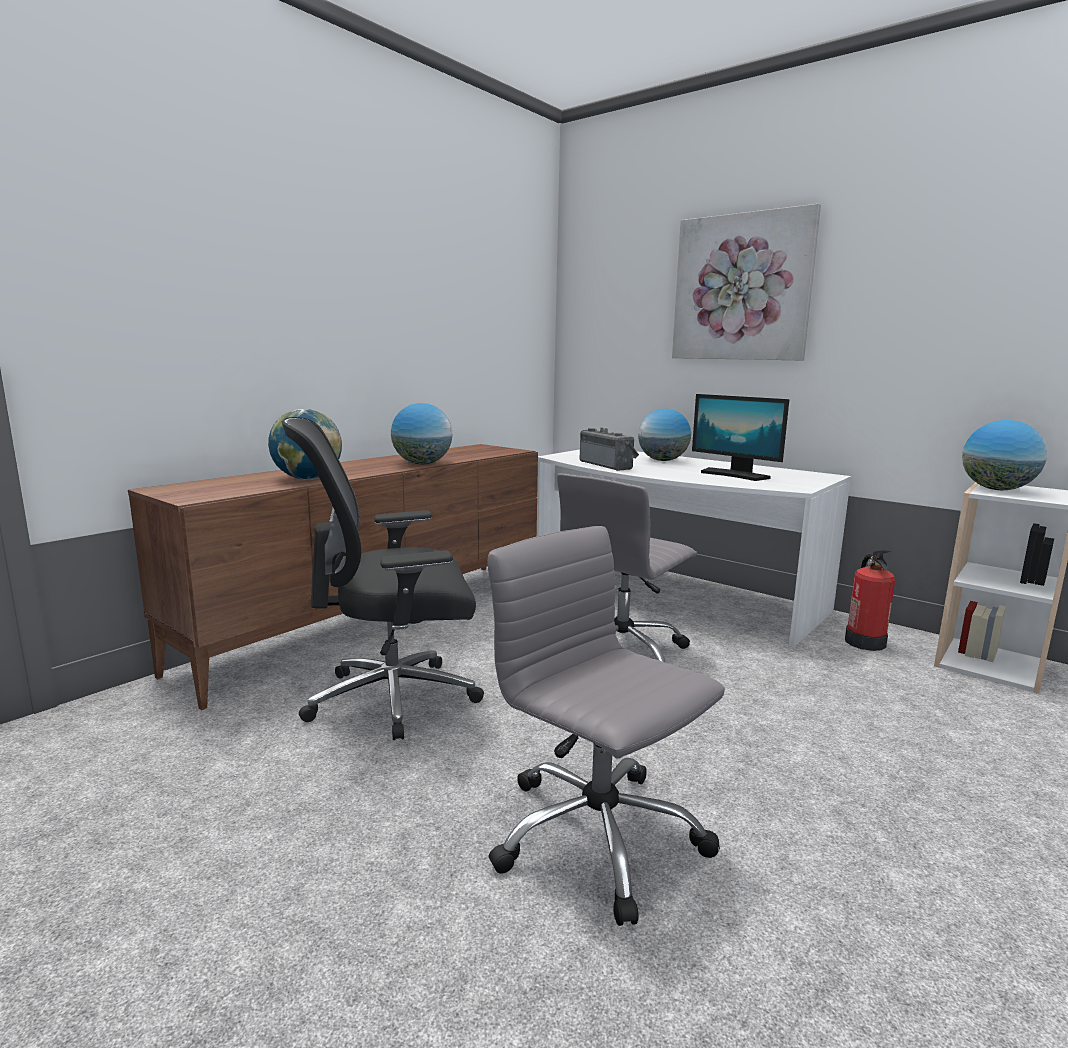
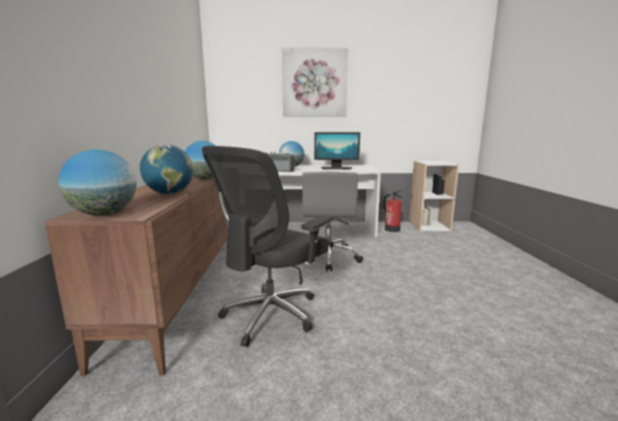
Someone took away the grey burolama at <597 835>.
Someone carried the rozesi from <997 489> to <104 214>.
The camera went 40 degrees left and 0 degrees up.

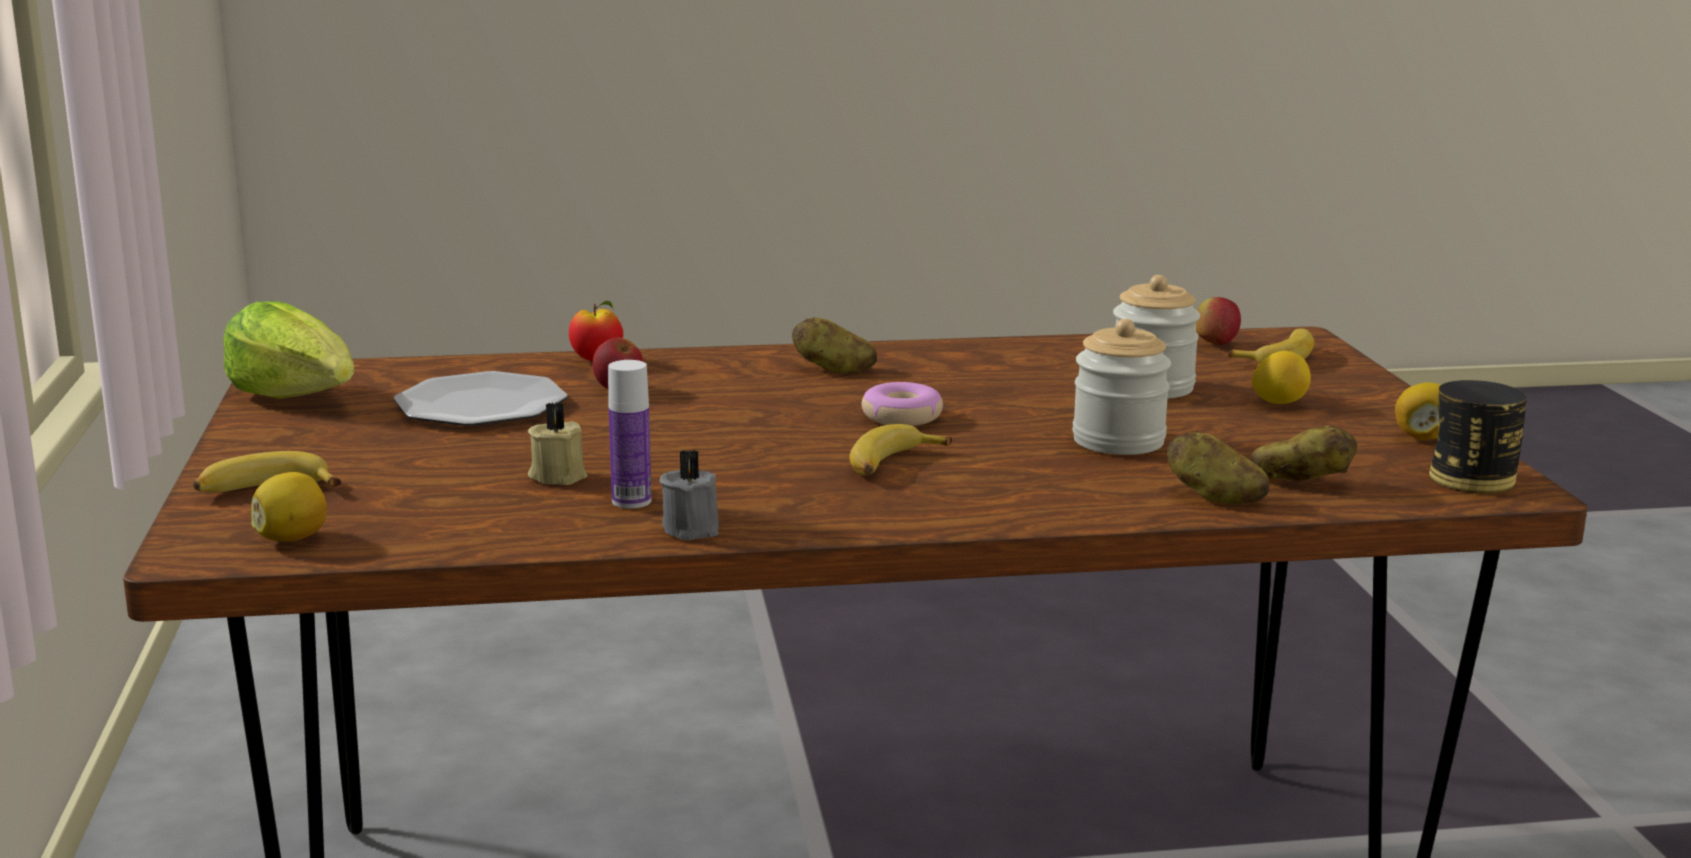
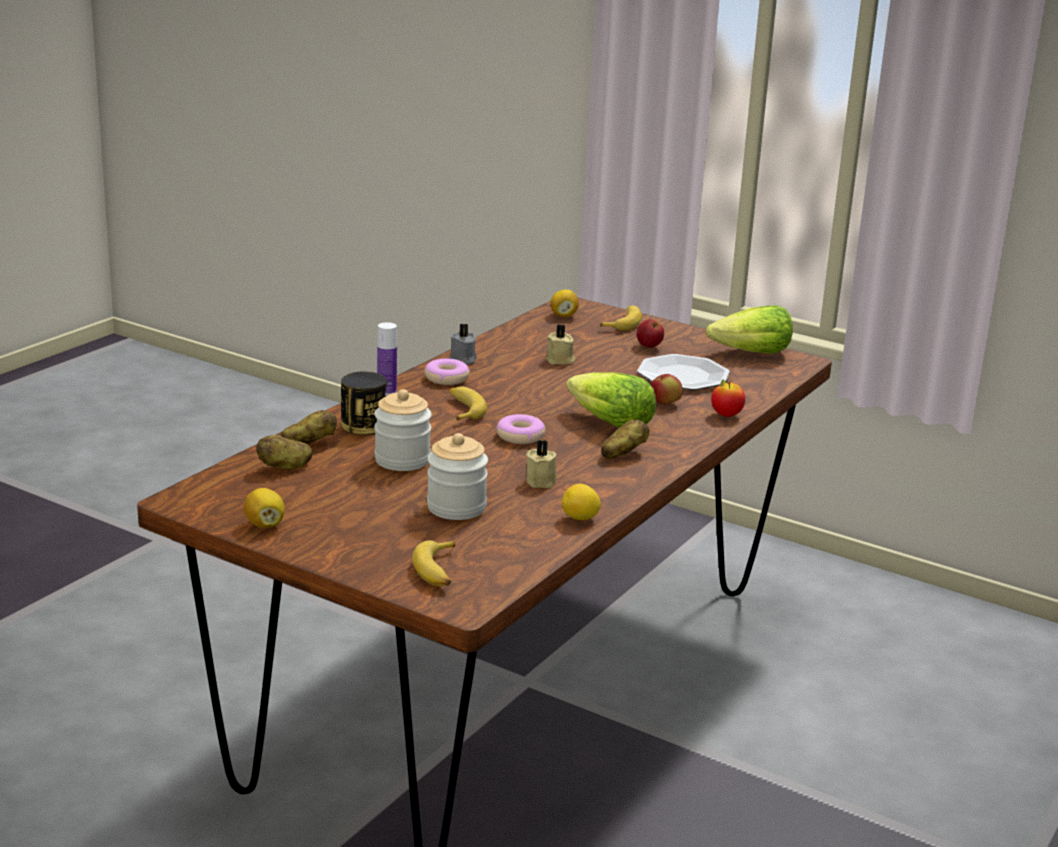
Someone carried the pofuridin from <631 501> to <386 391>.
Someone carried the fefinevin from <1215 344> to <649 346>.
Someone carried the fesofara from <1279 403> to <580 518>.
Someone carried the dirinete from <1472 479> to <363 425>.
Someone put down the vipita at <447 378>.
Someone put down the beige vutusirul at <542 481>.
Someone put down the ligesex at <609 423>.
The camera went 130 degrees right and 5 degrees up.

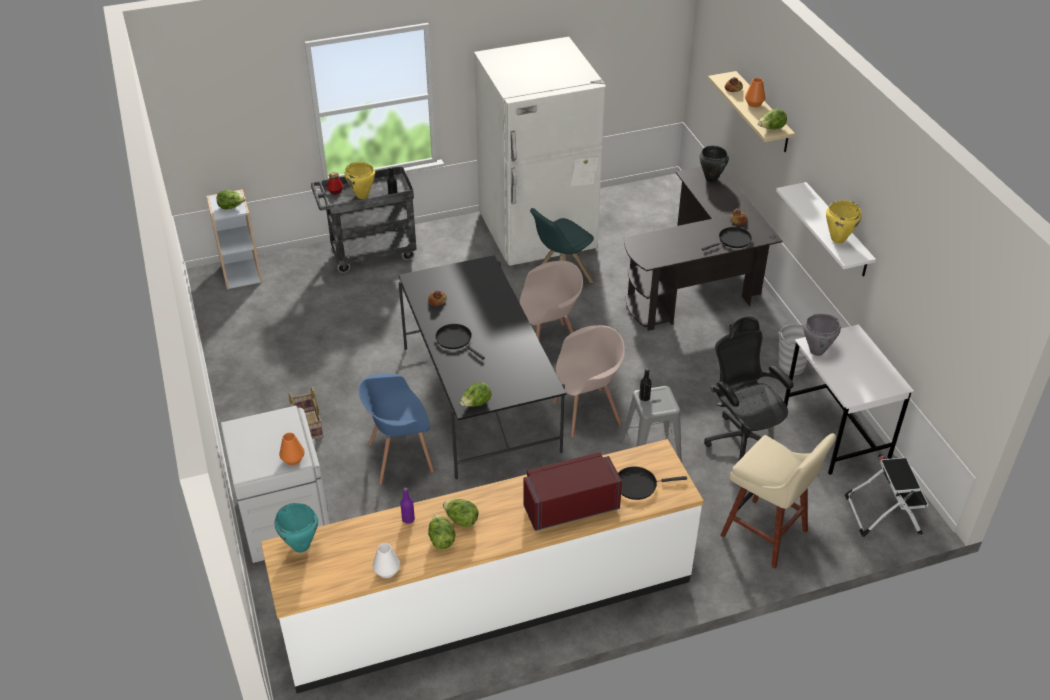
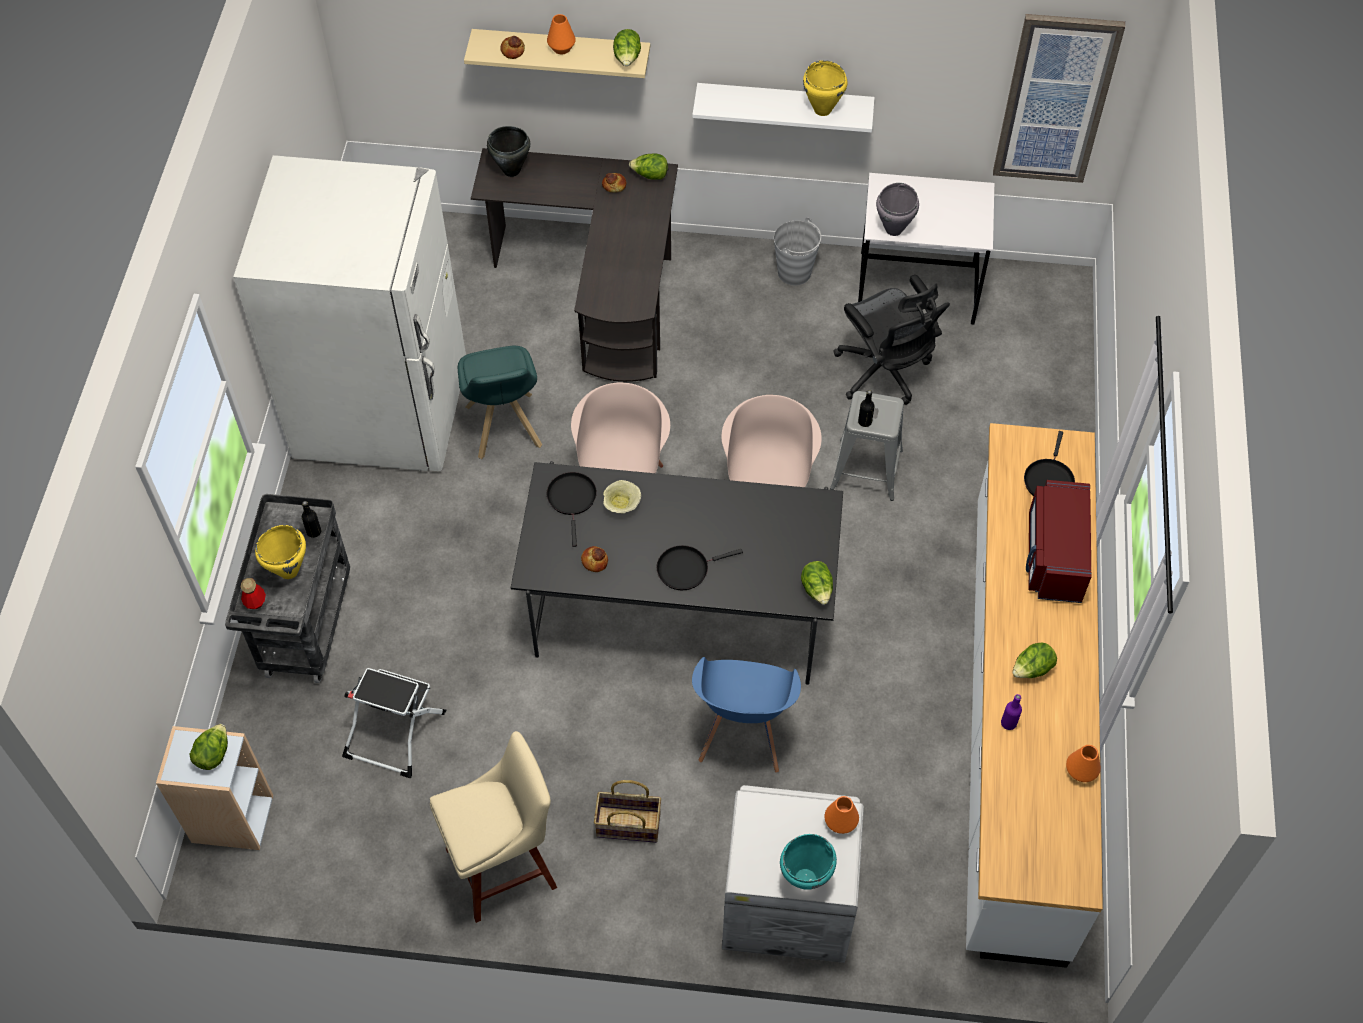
Someone carried the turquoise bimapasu from <301 546> to <806 879>.
Someone repainted the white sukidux at <387 571>, which became the orange sukidux at <1080 771>.
Someone carried the ligesex from <441 539> to <650 175>.
Someone carried the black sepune from <732 240> to <572 499>.
Someone rotated the burolama at <742 439> by 120 degrees counterclockwise.
Someone carried the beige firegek from <766 534> to <504 867>.
Someone carried the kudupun from <884 512> to <393 730>.
Someone put down the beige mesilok at <622 505>.
Someone put up the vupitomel at <1055 99>.
The camera went 65 degrees left and 15 degrees up.

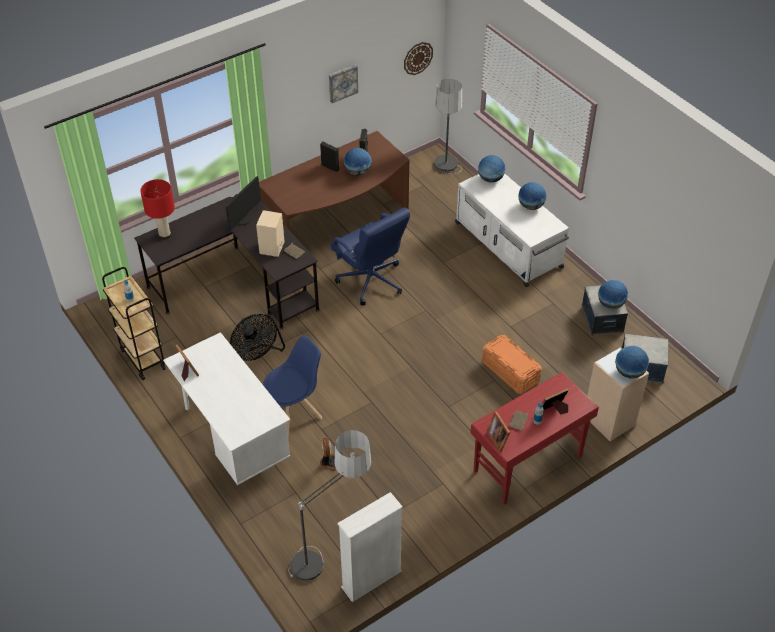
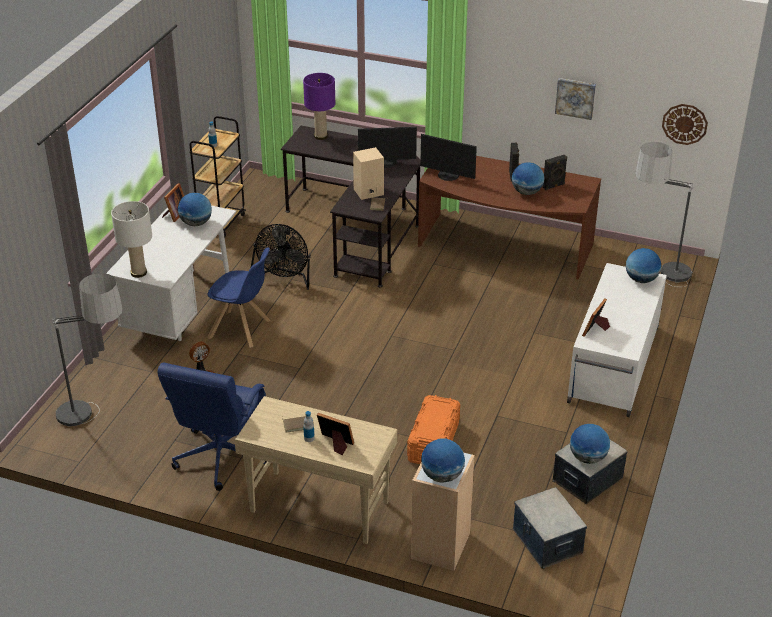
Someone repainted the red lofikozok at <164 234>, which became the purple lofikozok at <320 136>.
Someone carried the blue burolama from <370 280> to <221 455>.
Someone took away the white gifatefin at <371 579>.
Someone repainted the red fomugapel at <527 464>, which became the beige fomugapel at <318 507>.
Someone carried the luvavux from <498 438> to <596 329>.
Someone carried the rozesi from <531 206> to <196 223>.
Someone put down the white lofikozok at <138 273>.
Someone put down the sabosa at <448 176>.
The camera went 55 degrees right and 10 degrees down.

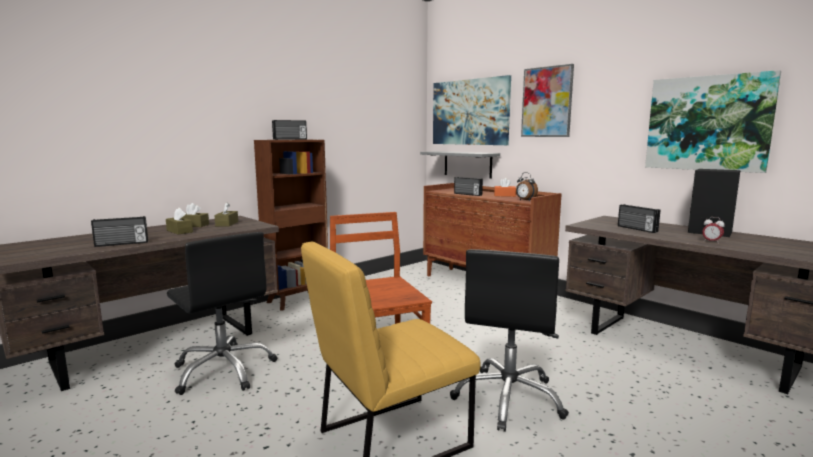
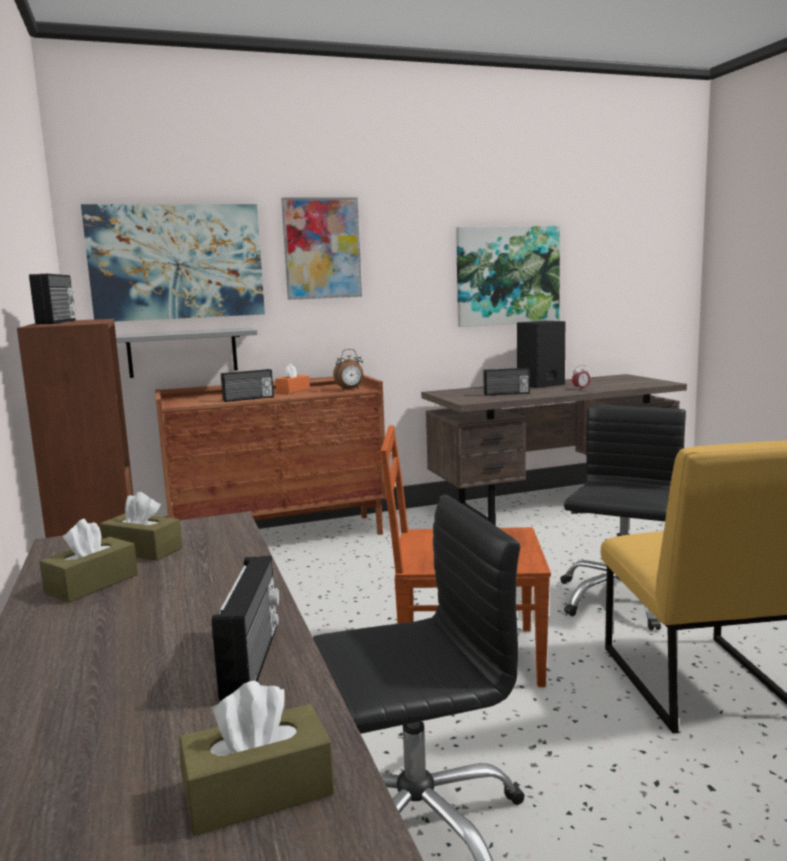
Someone carried the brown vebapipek from <179 231> to <258 792>.
Someone rotated the black burolama at <509 398> by 105 degrees counterclockwise.
The camera went 65 degrees left and 0 degrees up.

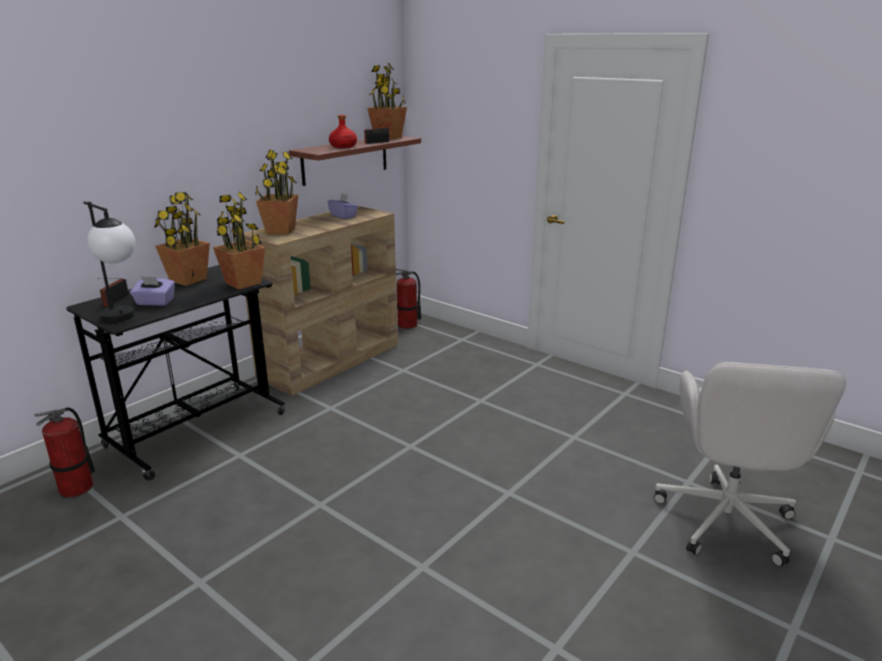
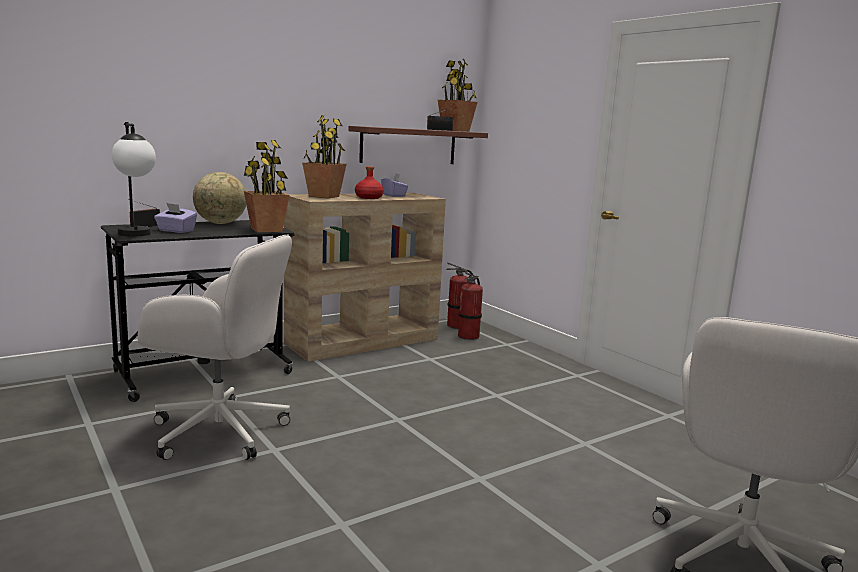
Someone carried the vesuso from <77 488> to <469 336>.
Someone swapped the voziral at <188 280> for the rozesi at <220 223>.
Someone carried the red pofuridin from <343 146> to <369 198>.
Someone put down the white burolama at <218 432>.
The camera went 15 degrees right and 10 degrees down.

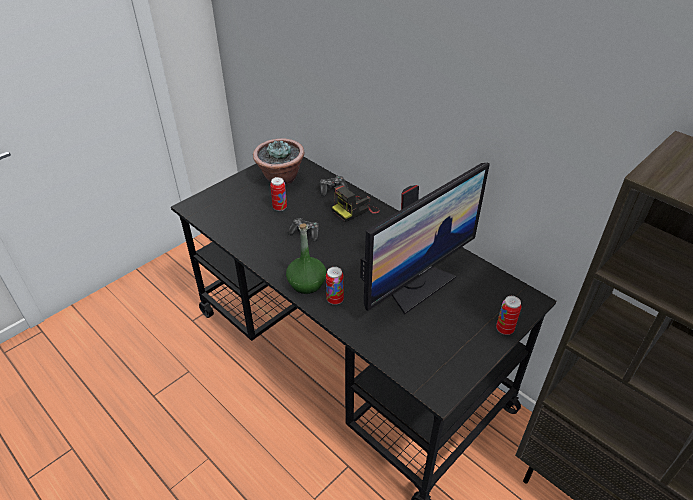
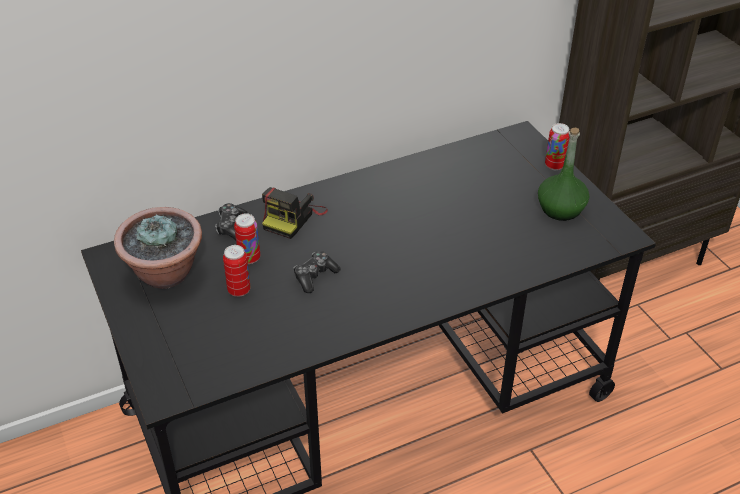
Someone carried the green pofuridin from <306 283> to <560 209>.
Someone carried the dirinete from <335 299> to <249 258>.
Someone rotated the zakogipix at <355 210> by 45 degrees clockwise.
Someone took away the sabosa at <416 285>.
The camera went 70 degrees left and 0 degrees up.

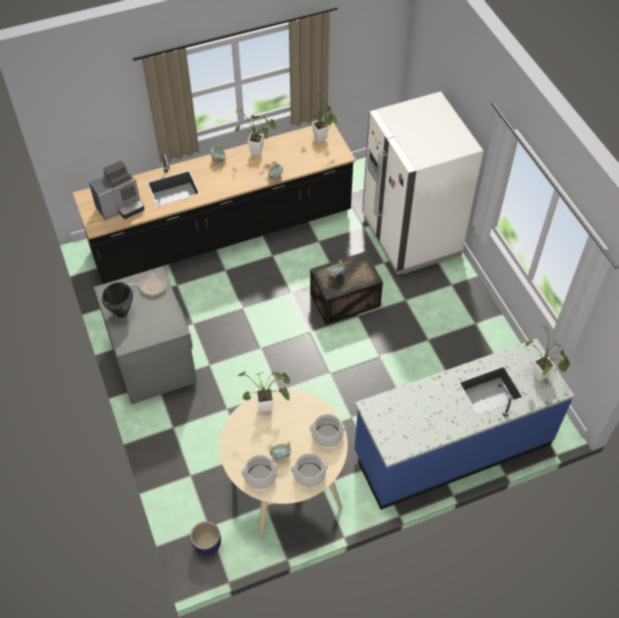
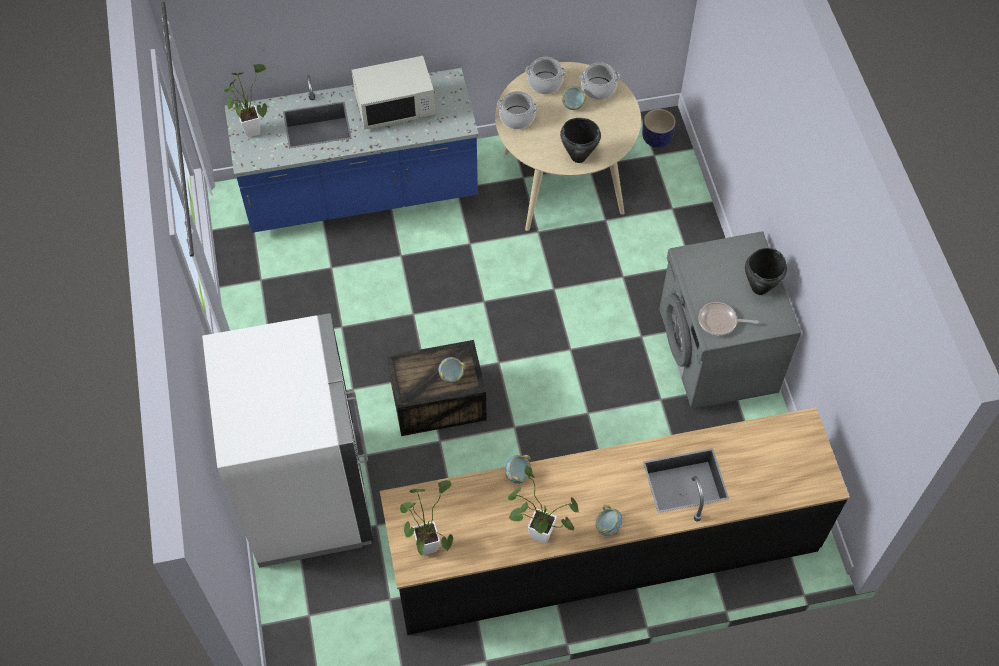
Someone took away the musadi at <121 207>.
Someone swapped the voziral at <269 406> for the black bimapasu at <578 156>.
Someone put down the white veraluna at <395 107>.
The camera went 170 degrees left and 5 degrees up.

